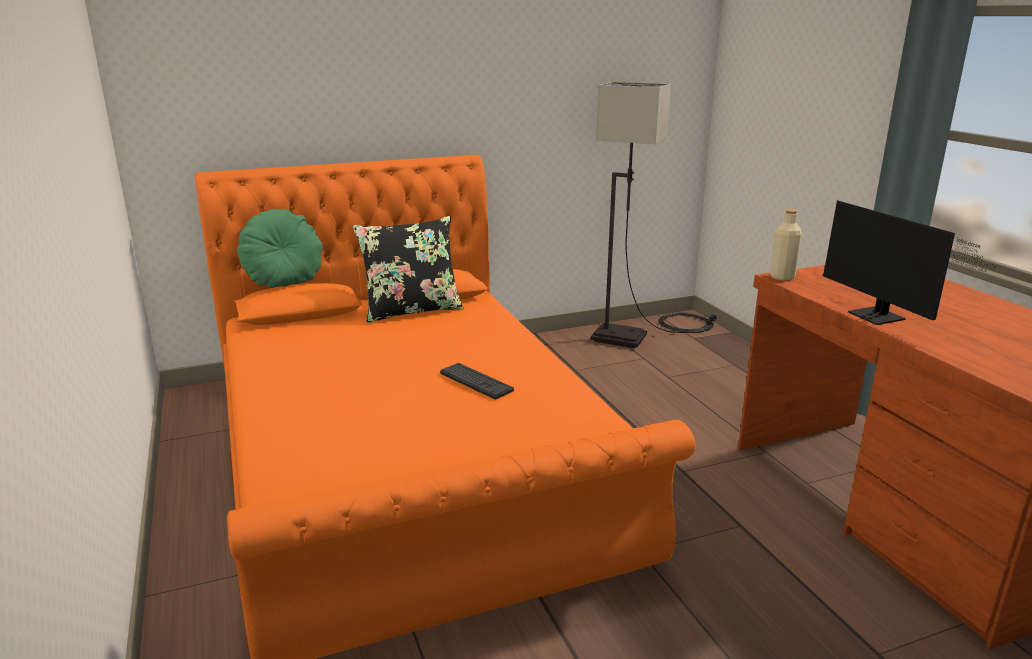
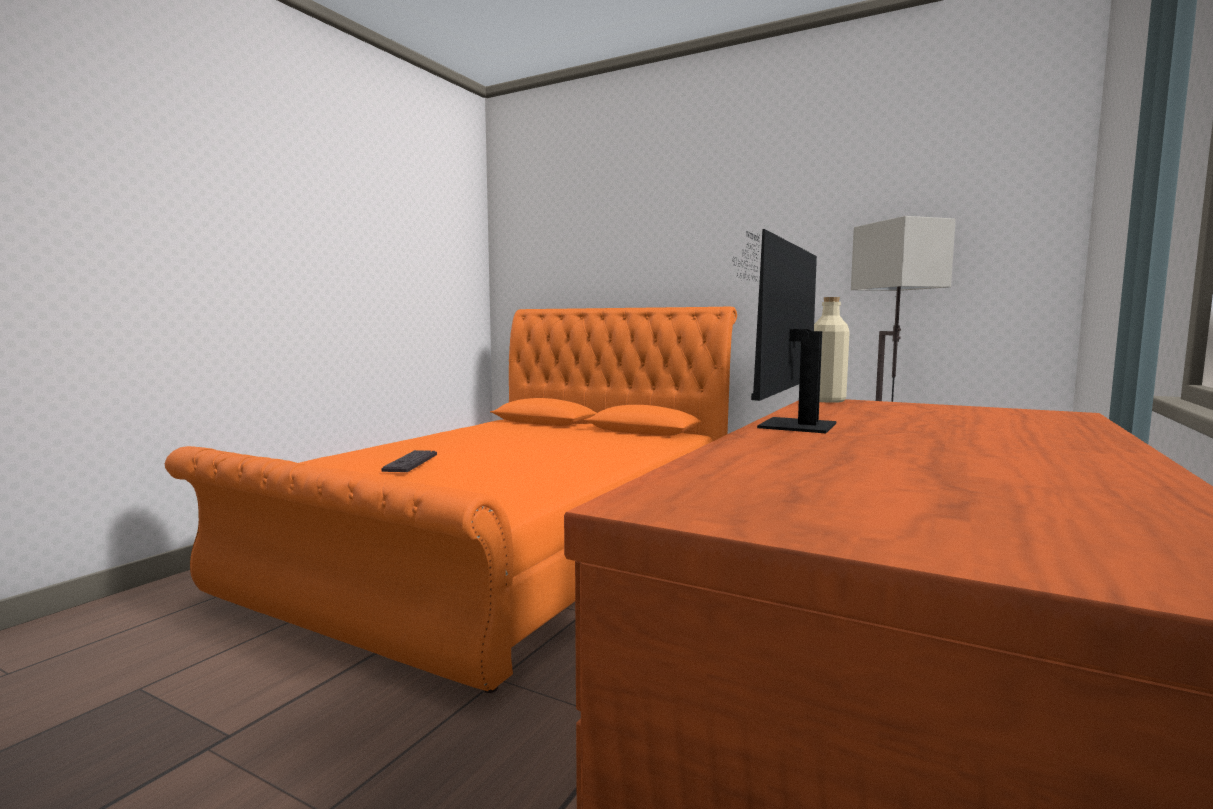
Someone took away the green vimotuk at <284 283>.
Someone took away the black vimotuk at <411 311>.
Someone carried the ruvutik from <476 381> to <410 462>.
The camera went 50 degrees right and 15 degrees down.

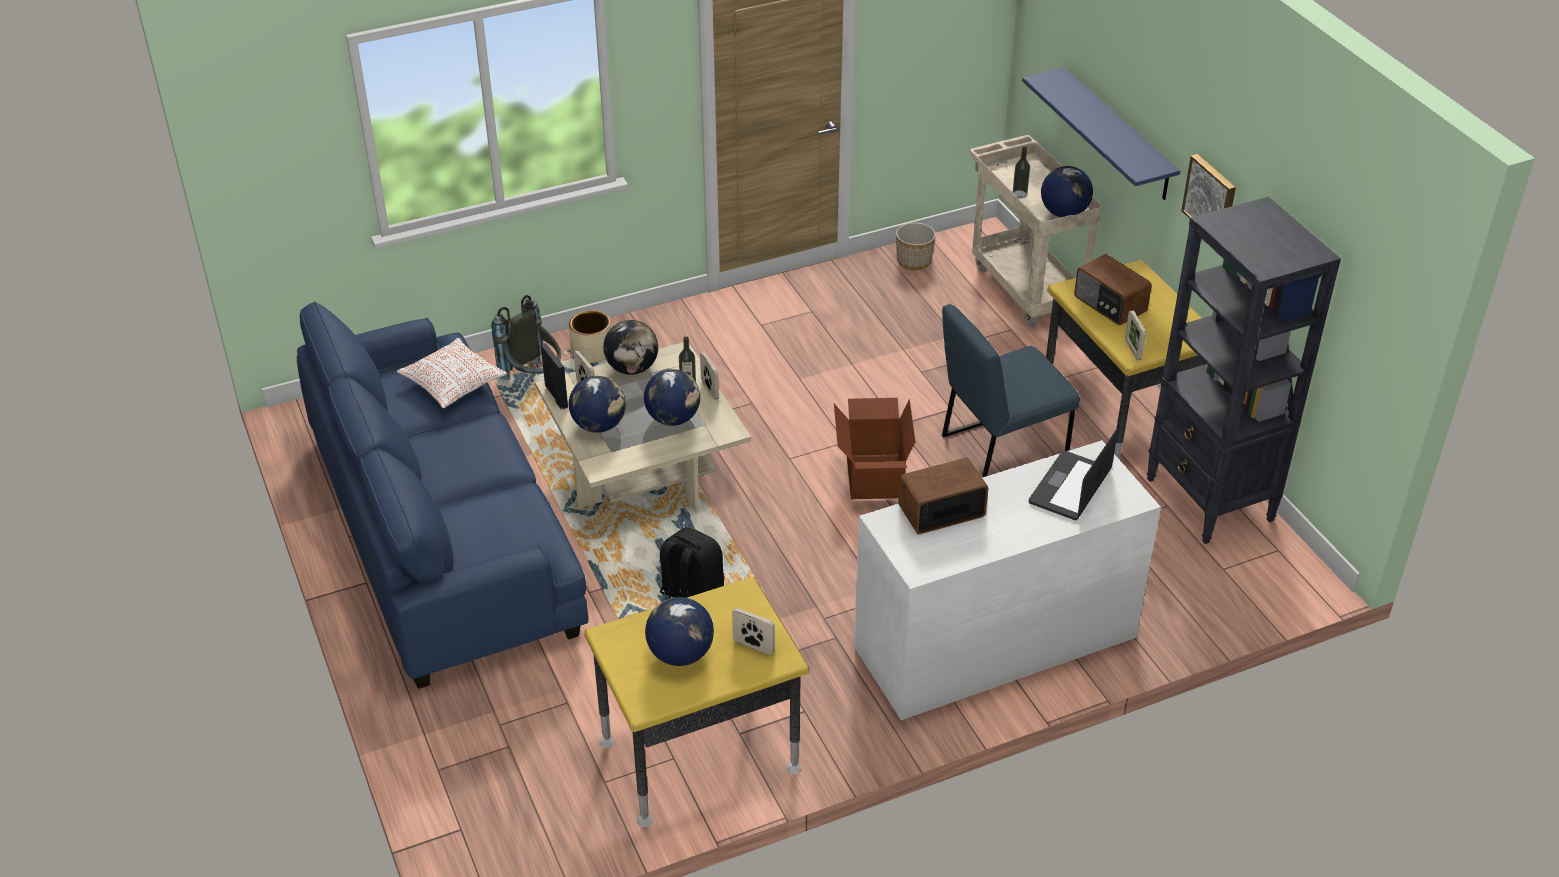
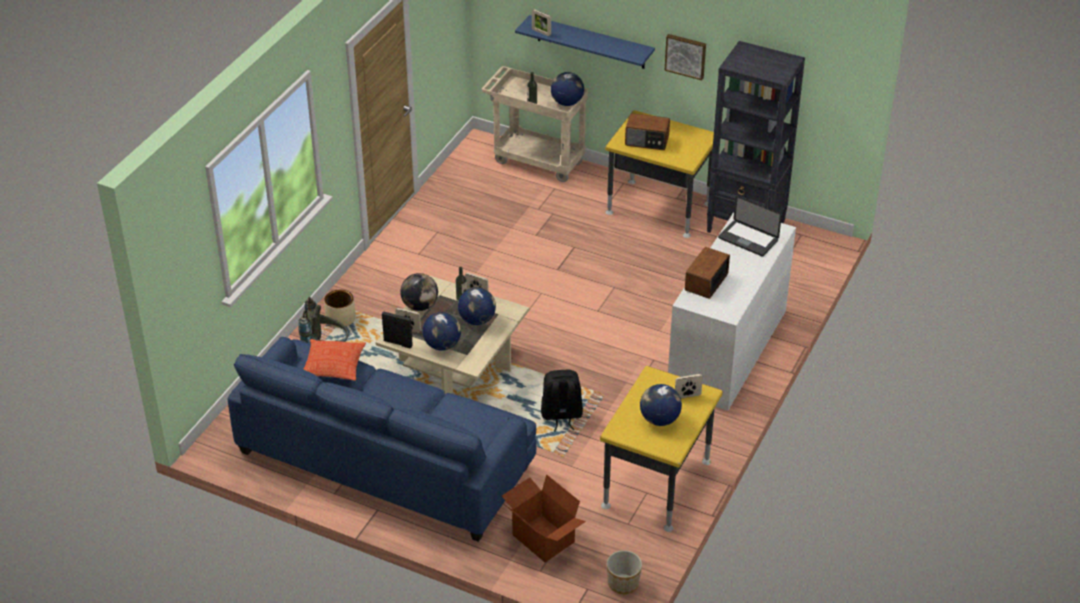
Someone repainted the white vimotuk at <453 383>, which became the orange vimotuk at <333 367>.
Someone carried the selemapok from <873 477> to <542 539>.
Someone carried the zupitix from <914 261> to <623 583>.
Someone took away the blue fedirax at <1000 446>.
Someone rotated the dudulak at <1070 487> by 45 degrees counterclockwise.
Someone carried the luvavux from <1132 350> to <541 32>.
The camera went 40 degrees left and 0 degrees up.

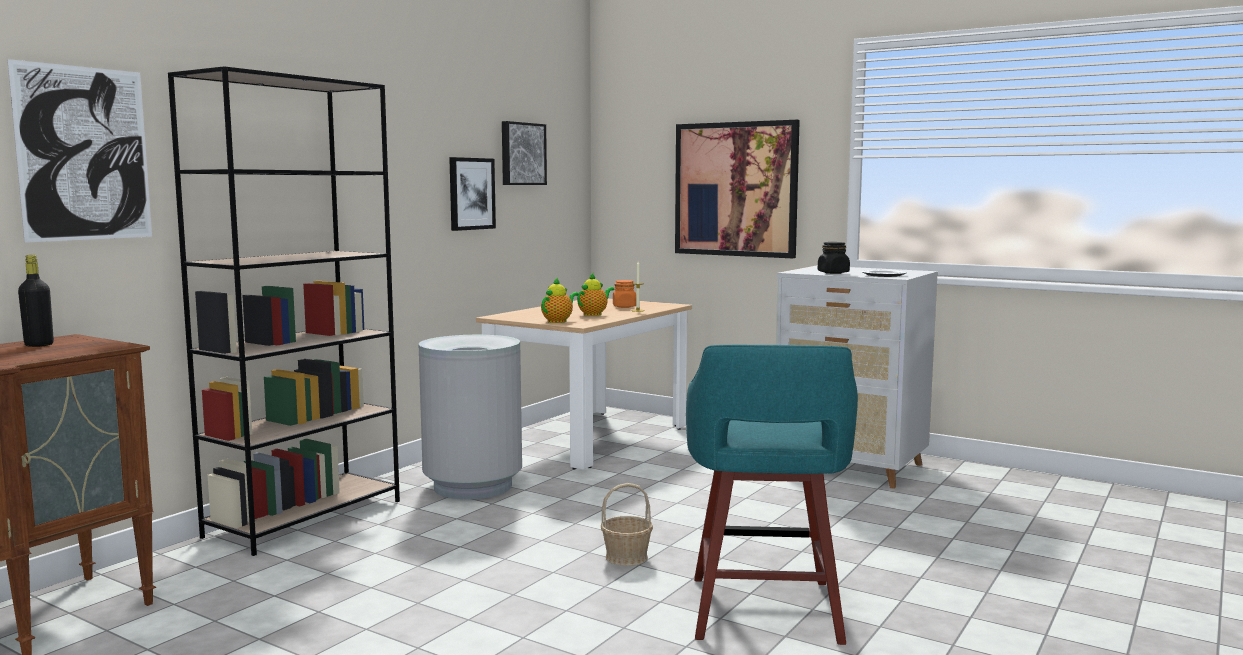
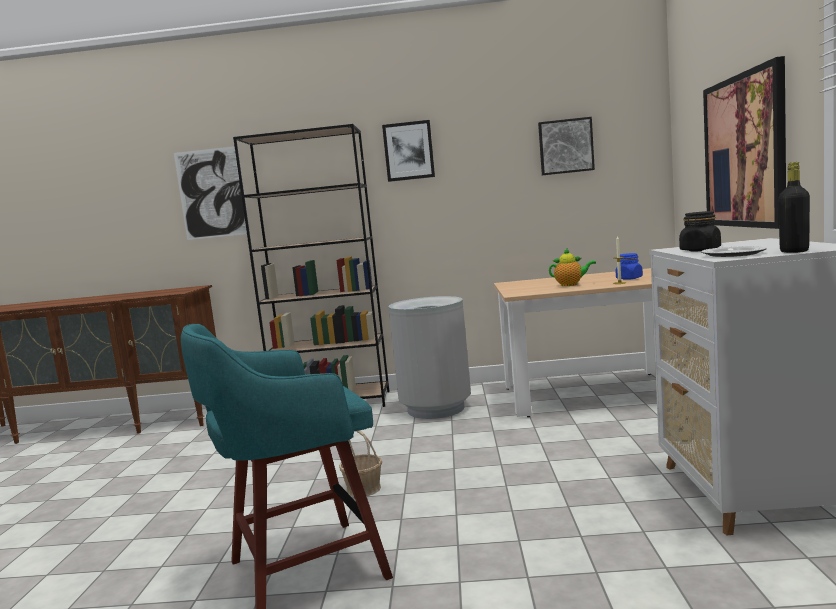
Someone carried the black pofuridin from <39 345> to <794 251>.
Someone carried the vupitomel from <471 193> to <408 151>.
Someone took away the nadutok at <558 321>.
Someone repainted the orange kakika at <624 306>, which became the blue kakika at <629 278>.
The camera went 60 degrees right and 0 degrees up.

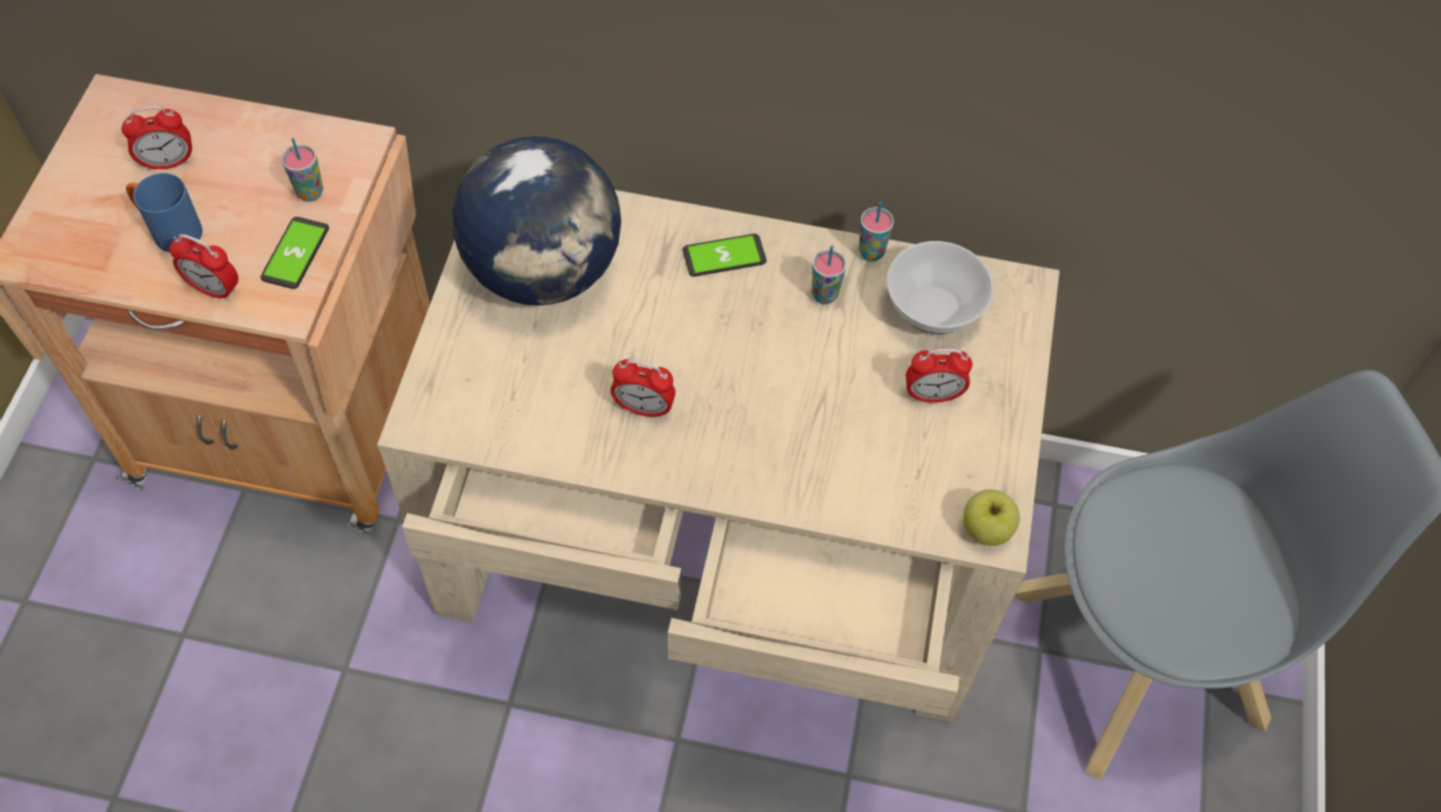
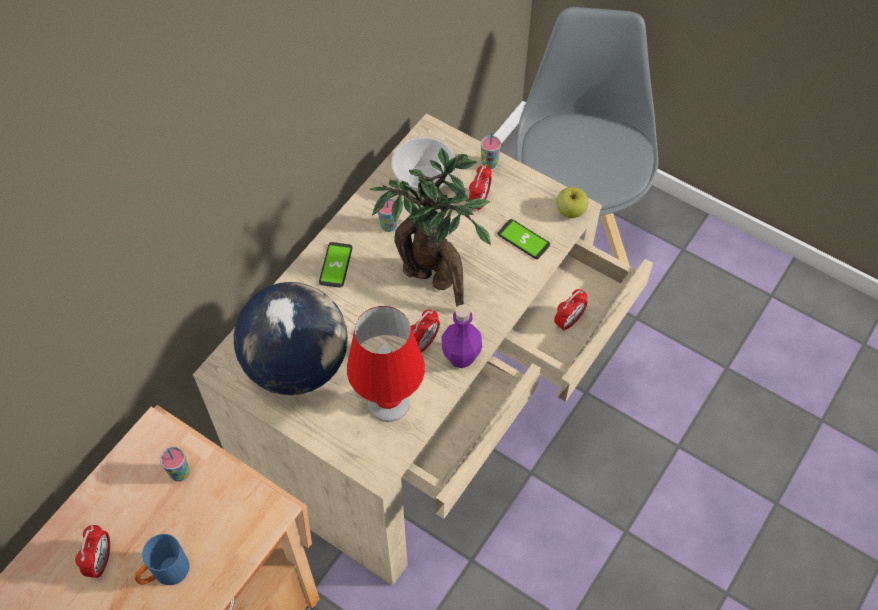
Someone carried the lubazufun from <214 289> to <568 321>.
Someone carried the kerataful from <295 253> to <523 240>.
Someone carried the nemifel from <871 252> to <489 164>.
Someone put down the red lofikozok at <388 403>.
Someone put down the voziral at <433 280>.
Someone put down the purple pofuridin at <461 357>.
The camera went 65 degrees left and 0 degrees up.

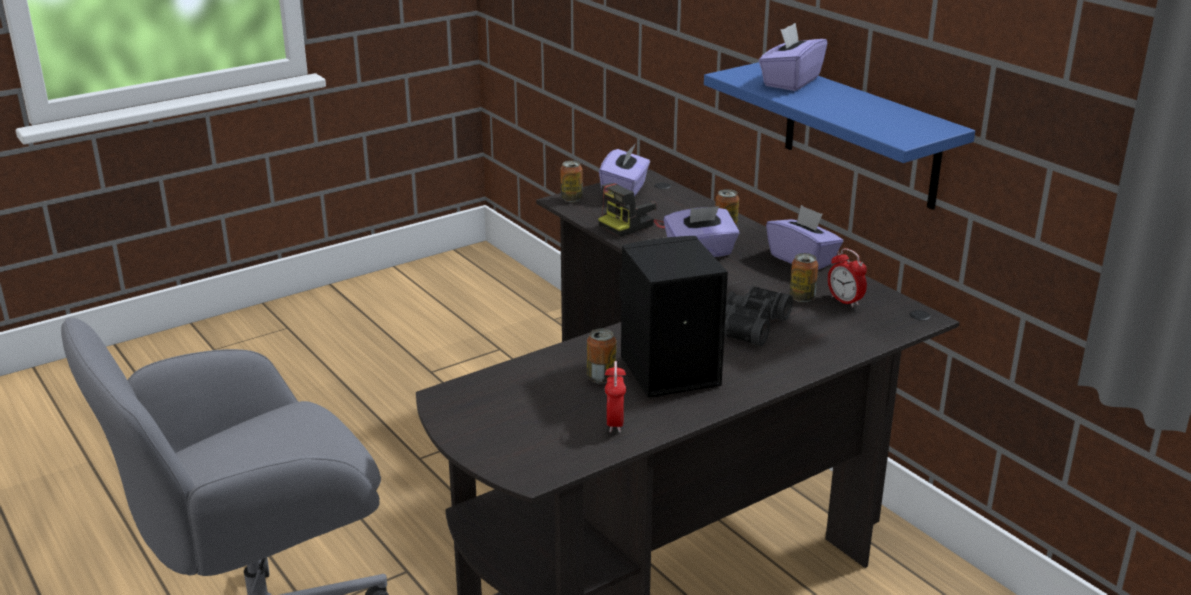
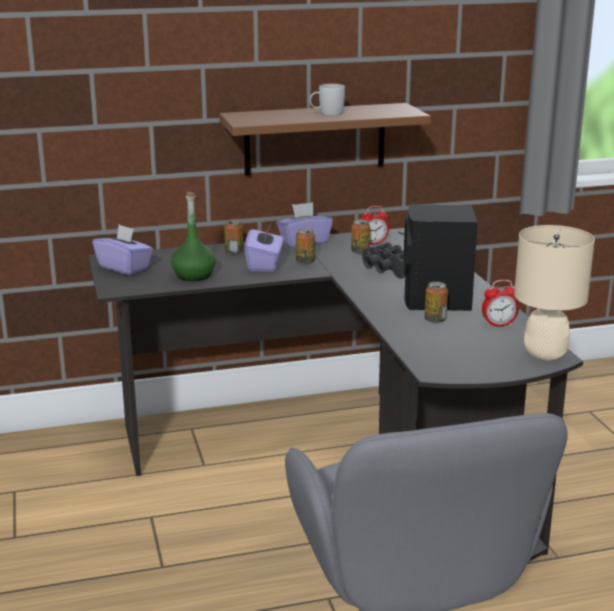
Someone carried the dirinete from <571 199> to <305 262>.
Someone swapped the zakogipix at <633 225> for the green pofuridin at <194 275>.
Someone rotated the lubazufun at <615 423> by 150 degrees clockwise.
Someone repainted the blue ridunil at <861 134>, which became the brown ridunil at <315 139>.
Someone took away the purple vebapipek at <790 81>.
Someone put down the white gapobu at <326 114>.
Someone put down the beige lofikozok at <546 354>.
The camera went 70 degrees left and 5 degrees down.

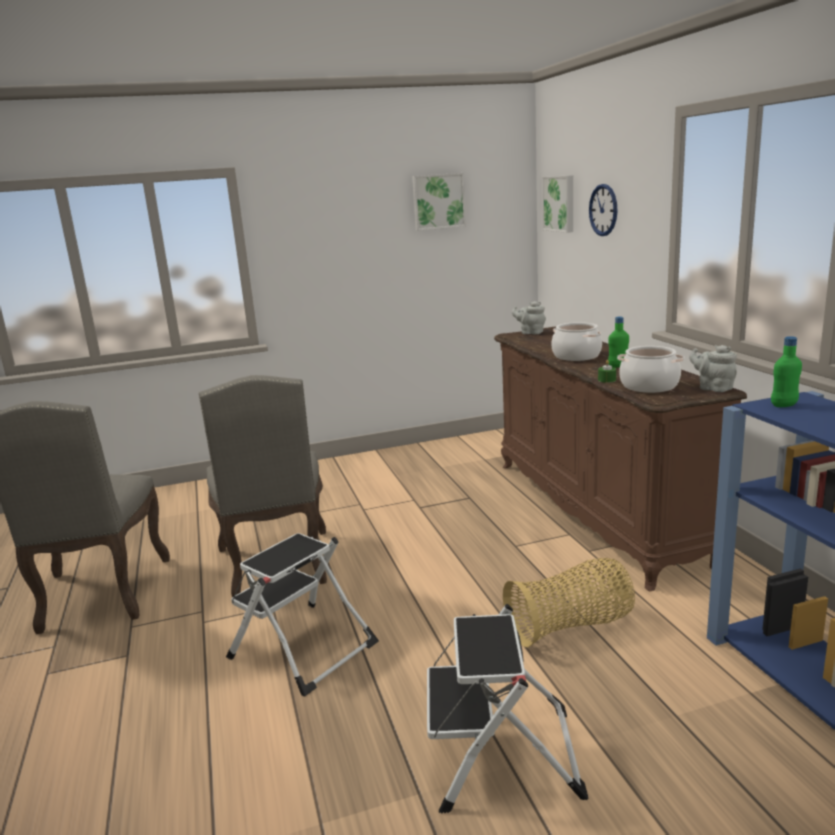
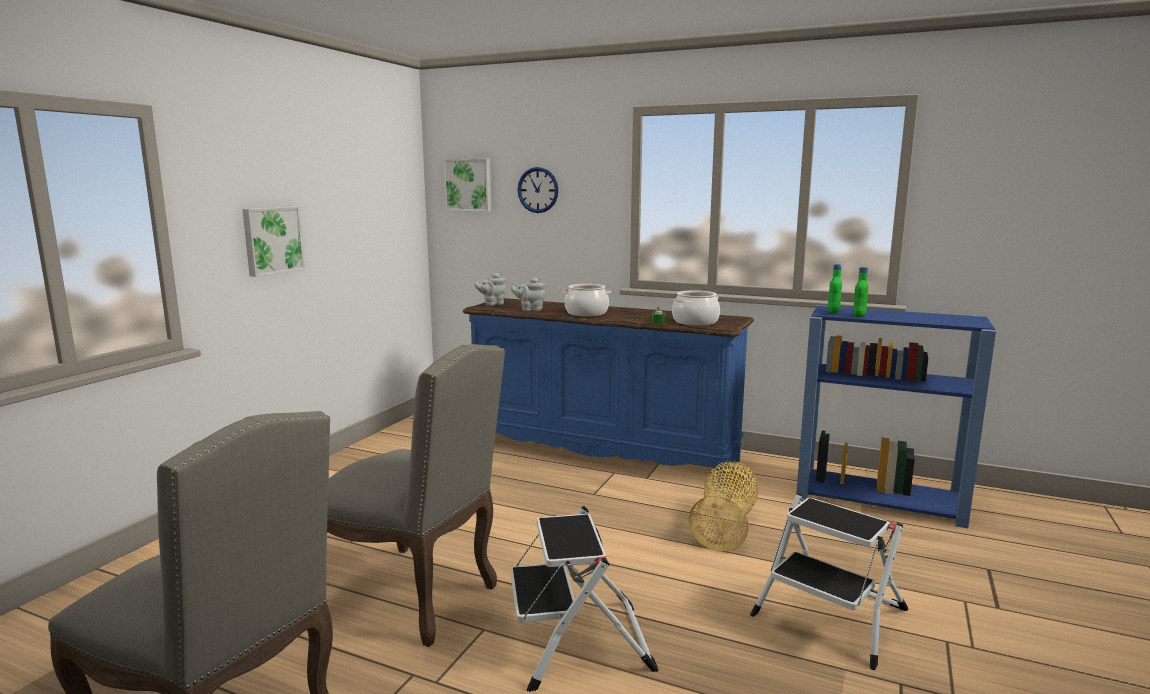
Someone carried the vupitomel from <438 201> to <272 240>.
Someone repainted the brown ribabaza at <593 511>, which became the blue ribabaza at <600 453>.
Someone carried the green pofuridin from <618 366> to <859 316>.
Someone carried the grey nadutok from <713 388> to <530 309>.
The camera went 50 degrees left and 5 degrees down.

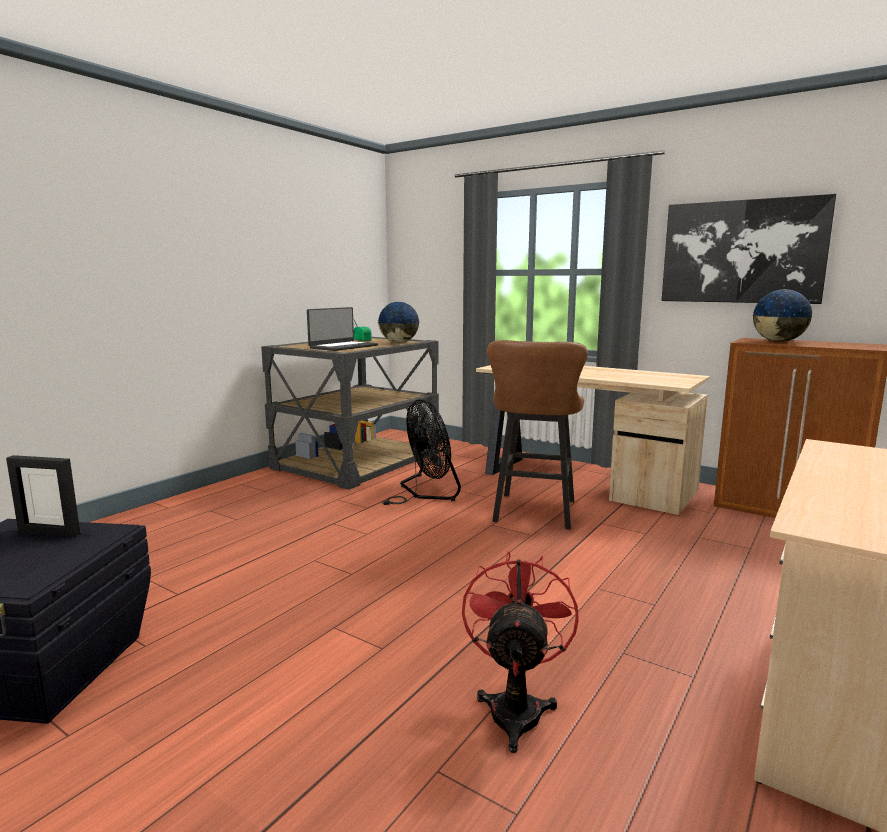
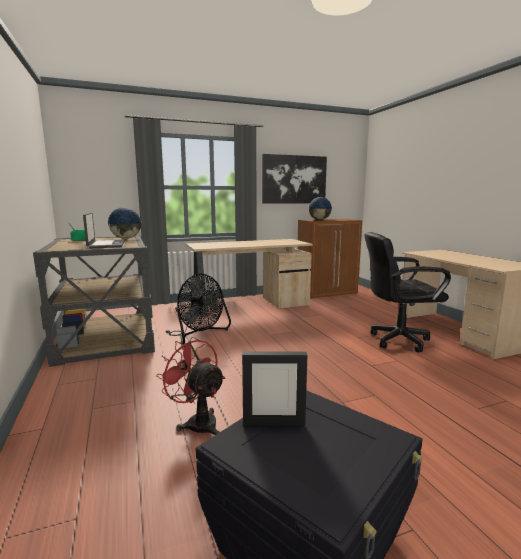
Someone rotated the luvavux at <50 532> by 45 degrees clockwise.
Someone rotated the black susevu at <421 491> by 120 degrees clockwise.
Someone carried the red susevu from <516 707> to <197 422>.
Someone took away the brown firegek at <533 515>.
Someone put down the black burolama at <396 341>.
The camera went 55 degrees left and 0 degrees up.

